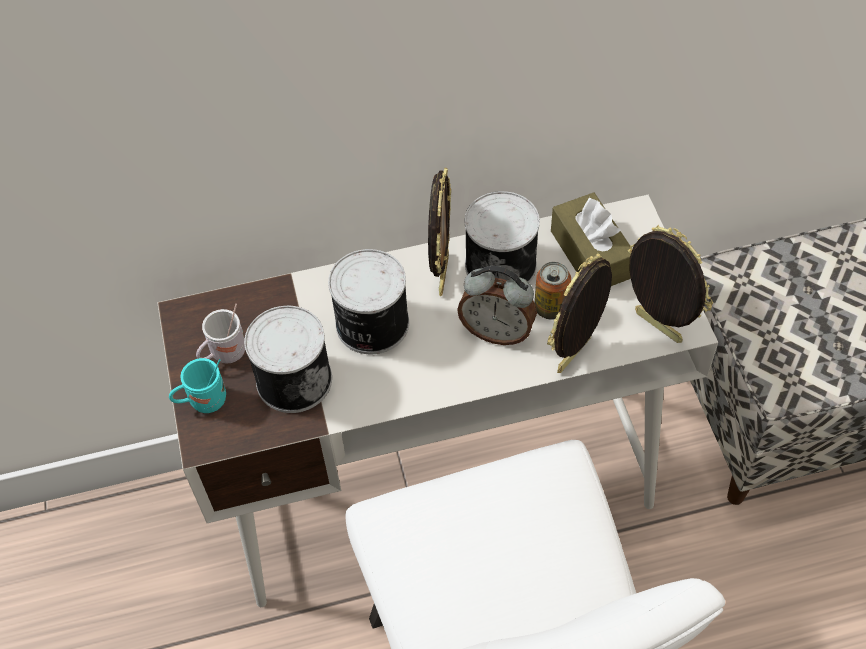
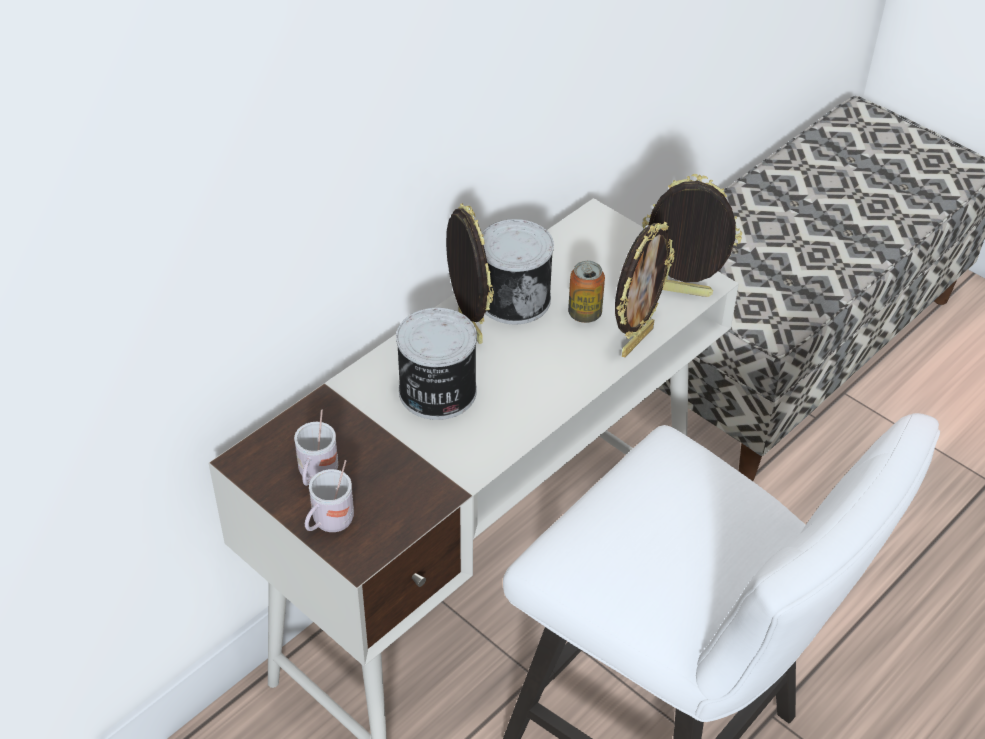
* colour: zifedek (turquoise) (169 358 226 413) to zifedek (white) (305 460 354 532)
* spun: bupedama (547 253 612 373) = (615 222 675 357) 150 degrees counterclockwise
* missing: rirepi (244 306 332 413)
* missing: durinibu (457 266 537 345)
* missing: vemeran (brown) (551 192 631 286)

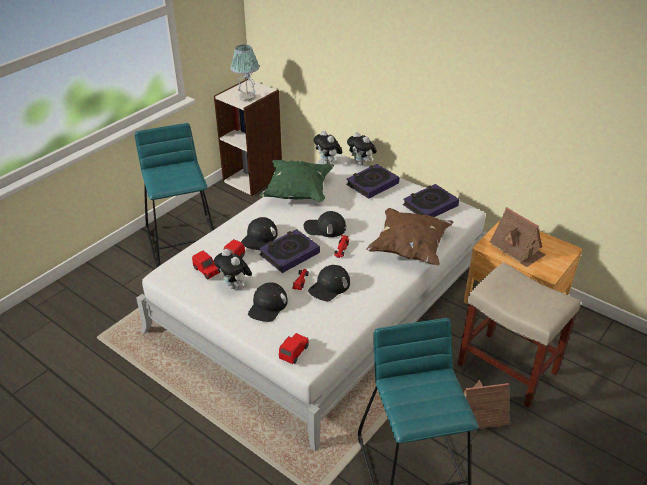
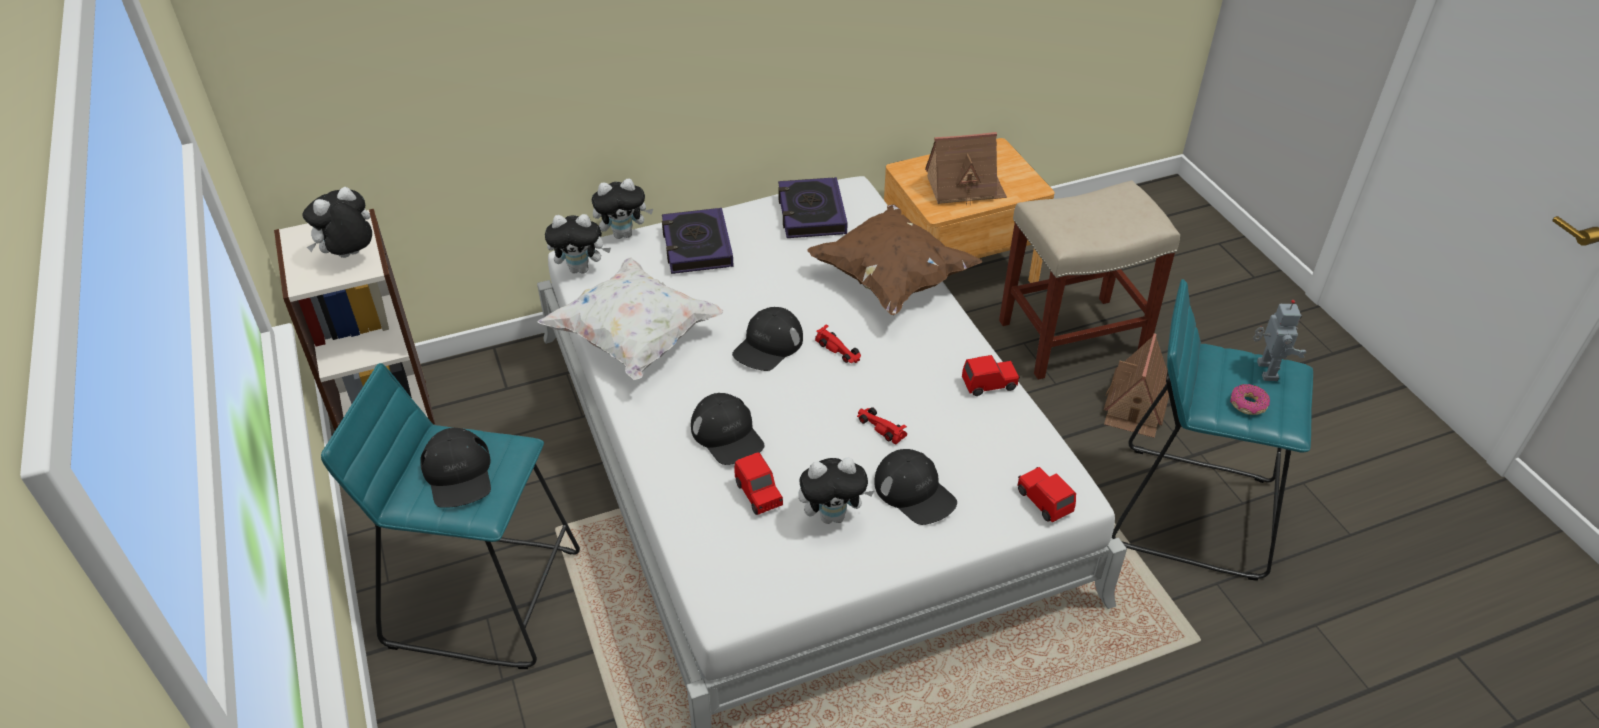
* exchanged: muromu (230 45 259 101) to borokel (303 187 372 258)
* relocated: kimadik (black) (308 265 350 301) to (420 428 491 508)
* colour: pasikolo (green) (259 160 334 202) to pasikolo (white) (537 257 723 380)
* relocated: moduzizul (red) (192 250 220 280) to (962 355 1020 396)
* appeared: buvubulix (1230 384 1270 415)
* appeared: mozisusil (1253 300 1306 381)
* missing: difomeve (259 229 320 273)

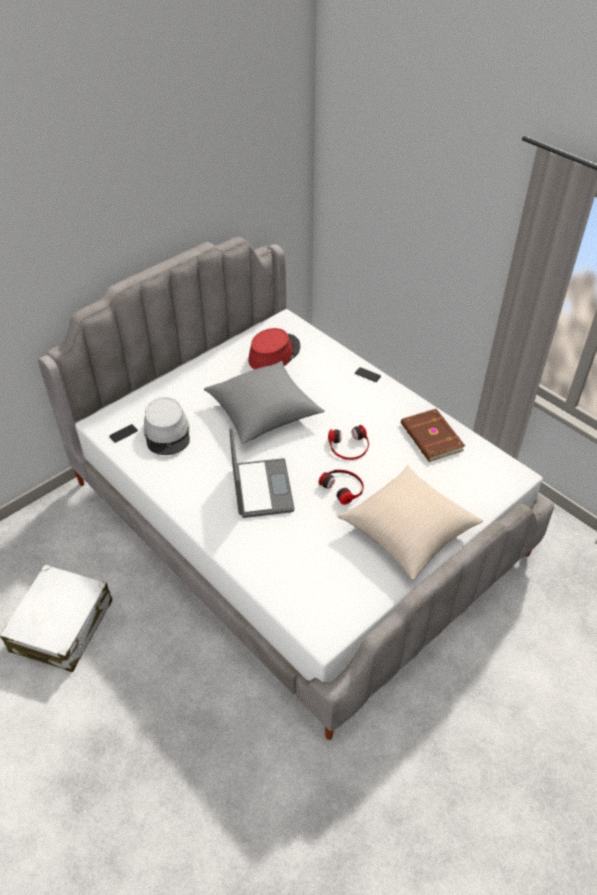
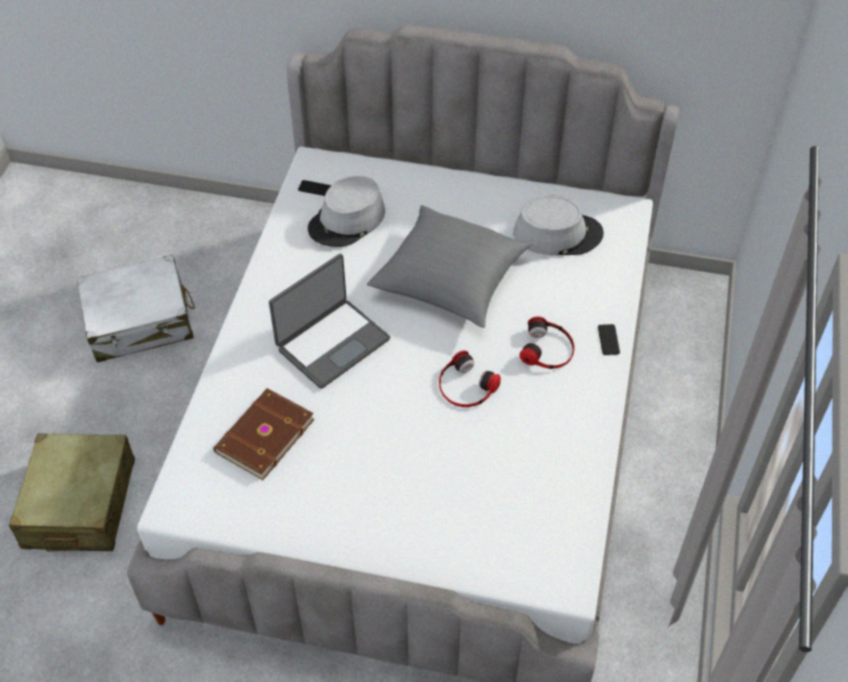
* appeared: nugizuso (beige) (9 433 135 552)
* relocated: difomeve (brown) (401 409 465 462) to (213 388 315 480)
* colour: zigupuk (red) (248 328 300 370) to zigupuk (grey) (513 195 604 255)
* relocated: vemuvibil (319 470 364 505) to (519 316 574 369)
* missing: pasikolo (beige) (337 465 483 580)

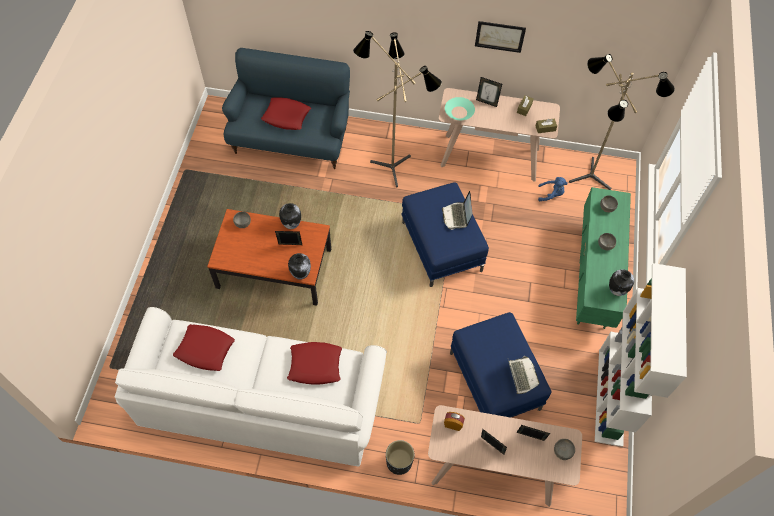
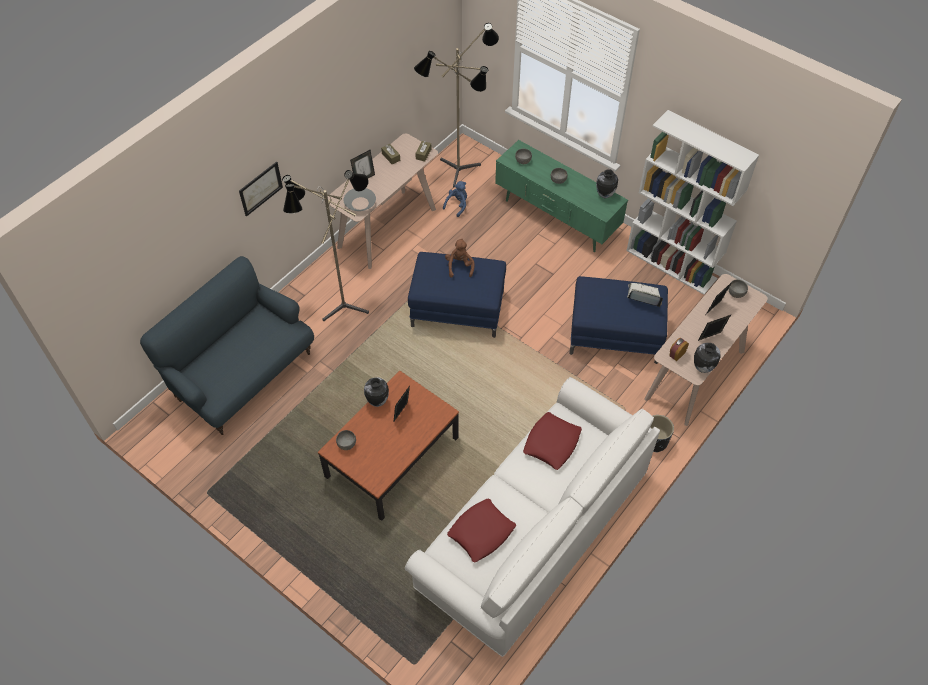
* relocated: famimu (475 21 526 53) to (239 162 283 217)
* colour: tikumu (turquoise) (445 97 475 120) to tikumu (grey) (343 188 376 211)
* exchanged: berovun (442 191 472 230) to borokel (brown) (445 239 475 278)
* relocated: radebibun (288 253 311 279) to (694 343 721 373)
* missing: pasikolo (red) (261 97 311 130)

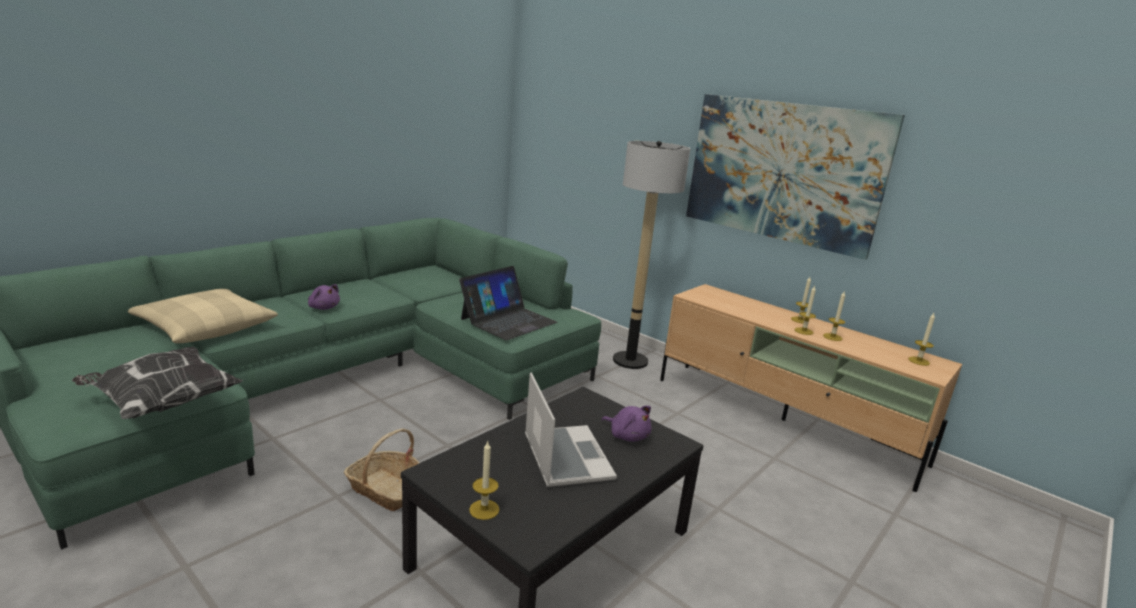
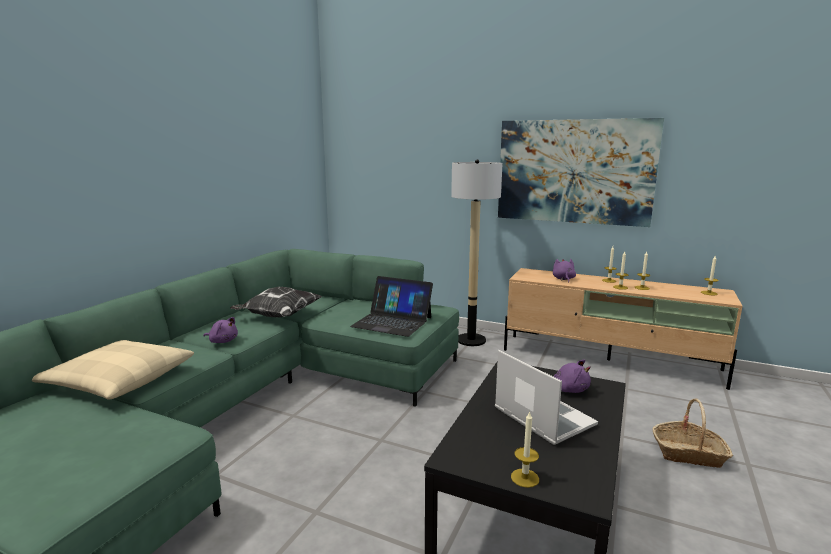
* relocated: pasikolo (72 347 243 419) to (230 287 322 317)
* spun: berovun (459 266 557 340) = (350 276 433 337) 90 degrees clockwise
* appeared: borokel (purple) (553 259 576 283)
* relocated: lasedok (344 428 419 511) to (652 398 733 468)

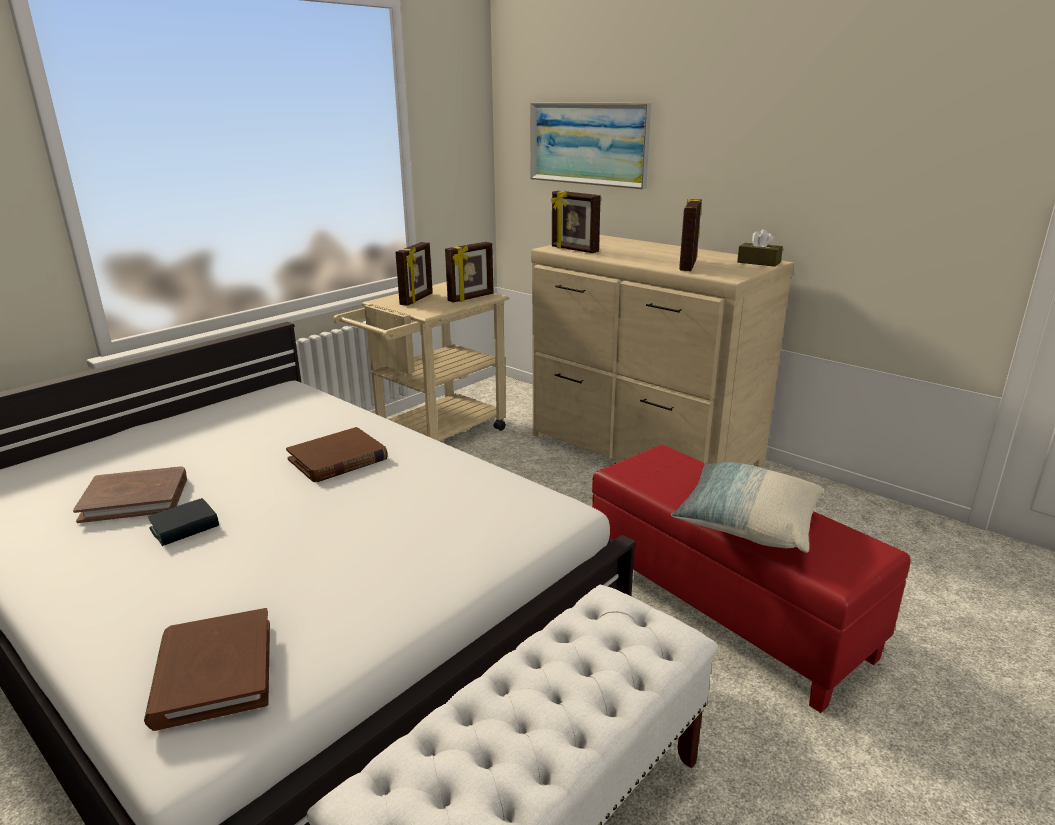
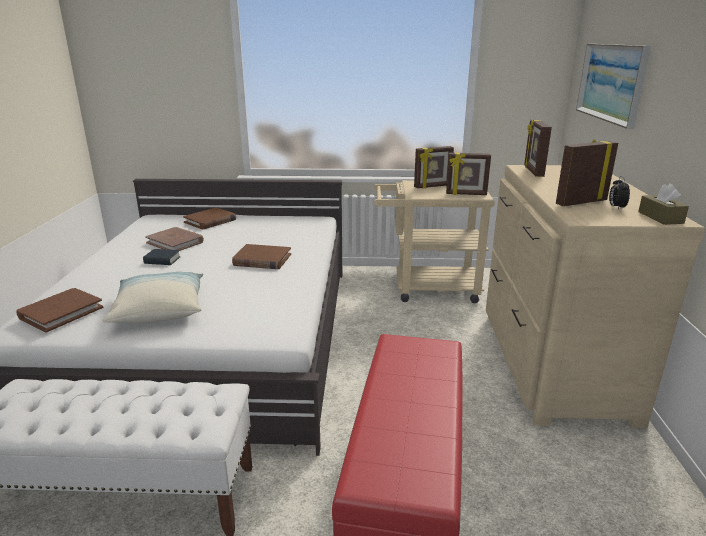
* relocated: pasikolo (671 462 823 553) to (102 272 203 323)
* appeared: difomeve (brown) (183 207 236 229)
* appeared: durinibu (609 176 630 210)

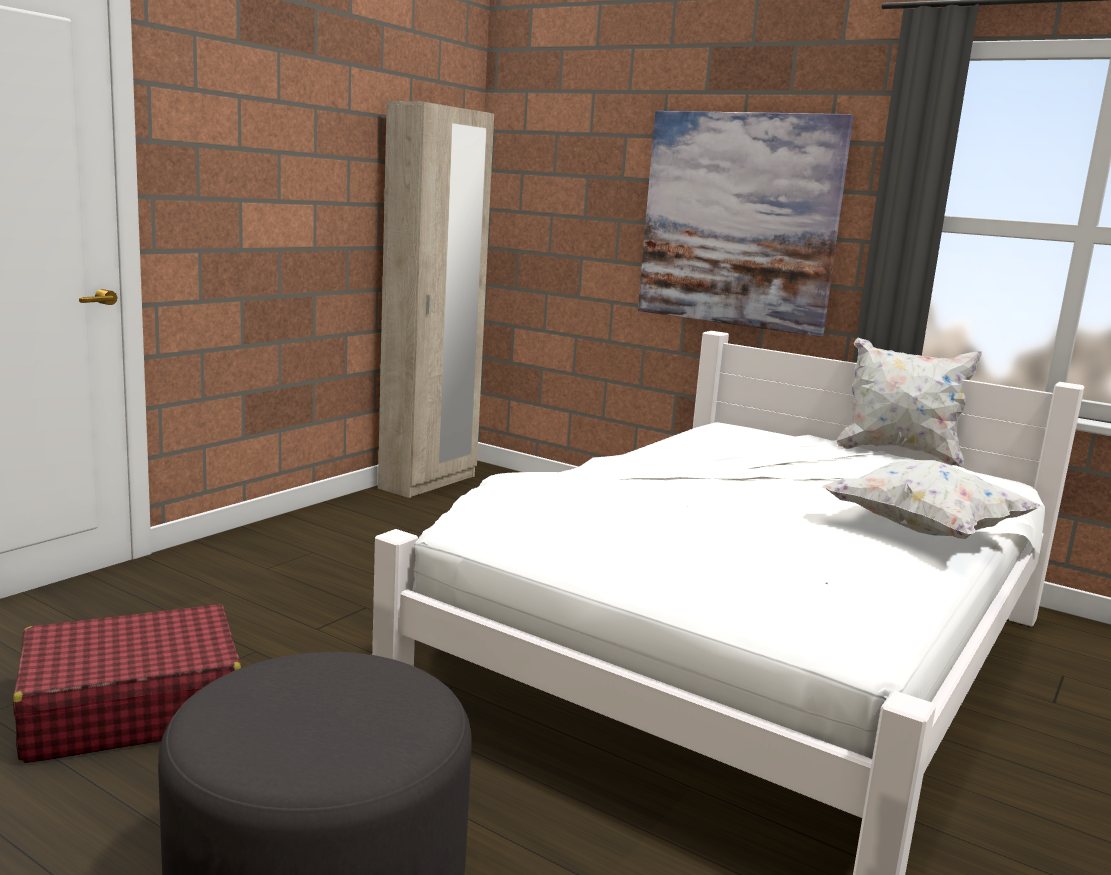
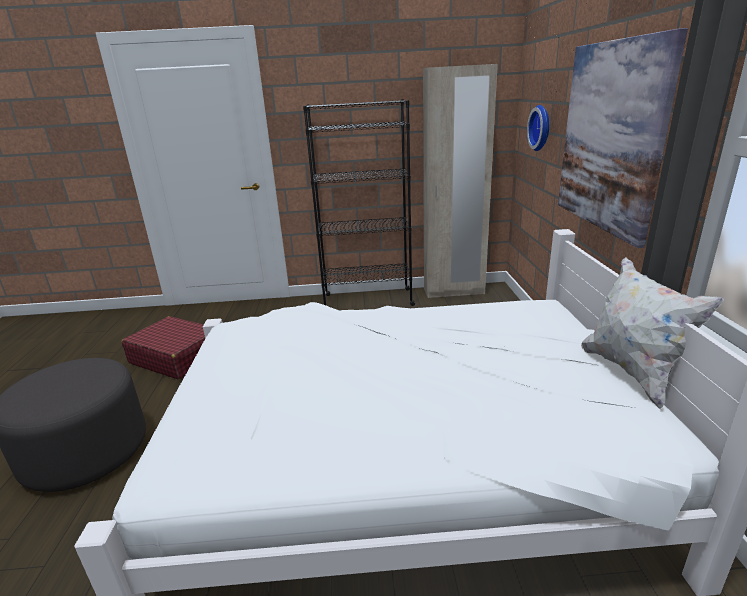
* appeared: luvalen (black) (303 99 415 306)
* appeared: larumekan (527 105 549 151)
* missing: pasikolo (white) (822 460 1041 539)

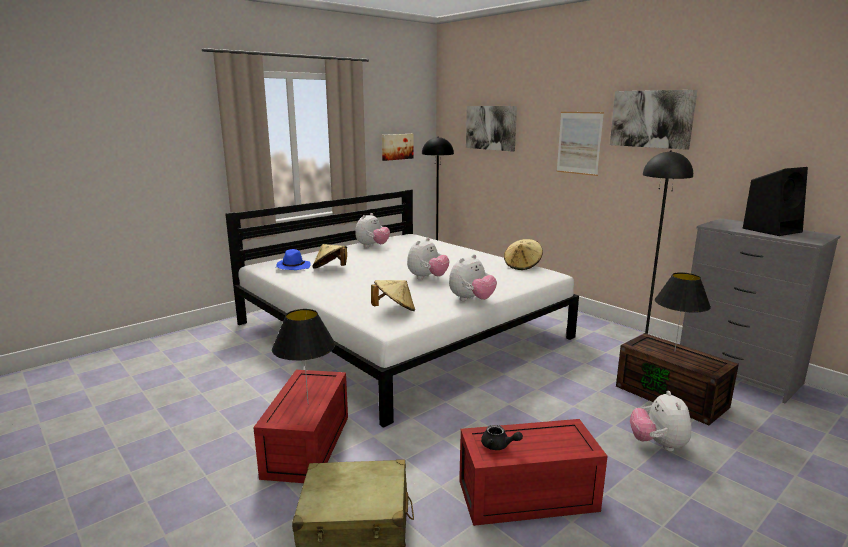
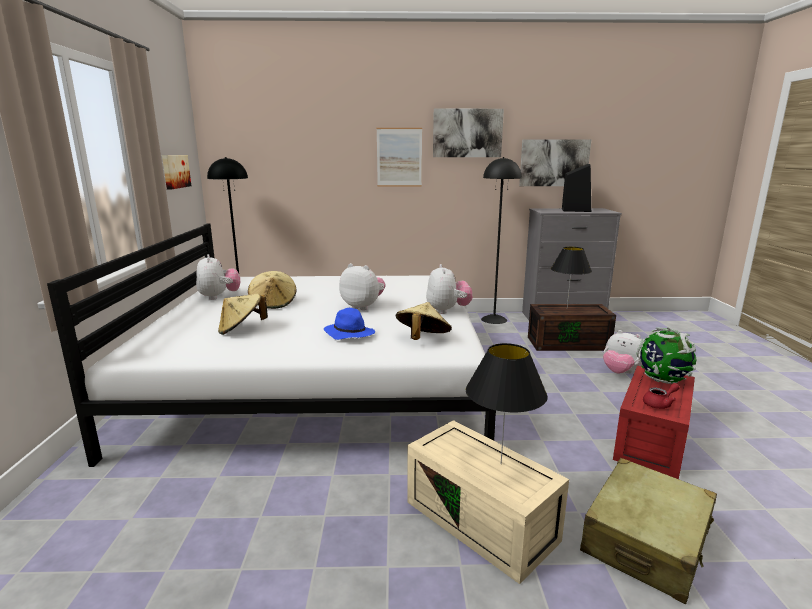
* relocated: zigupuk (beige) (504 239 543 270) to (248 271 296 309)
* relocated: zigupuk (blue) (276 249 311 270) to (324 308 375 340)
* spun: borokel (407 237 449 279) = (339 263 385 311) 45 degrees counterclockwise
* colour: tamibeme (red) (253 370 348 483) to tamibeme (beige) (408 420 569 584)
* relocated: famimu (466 106 517 152) to (519 139 591 186)
* appeared: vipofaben (637 327 697 384)
* colour: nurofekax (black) (481 425 523 450) to nurofekax (red) (643 383 680 409)

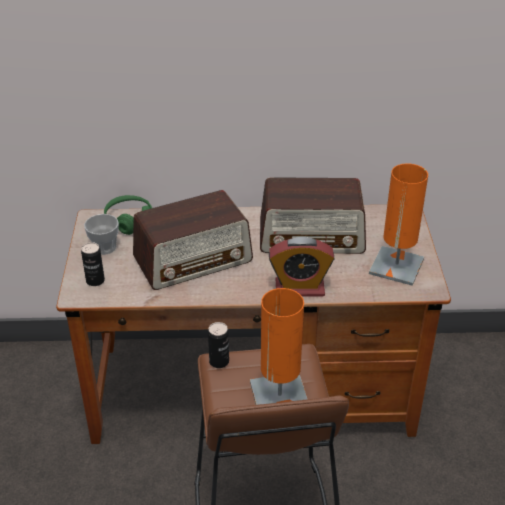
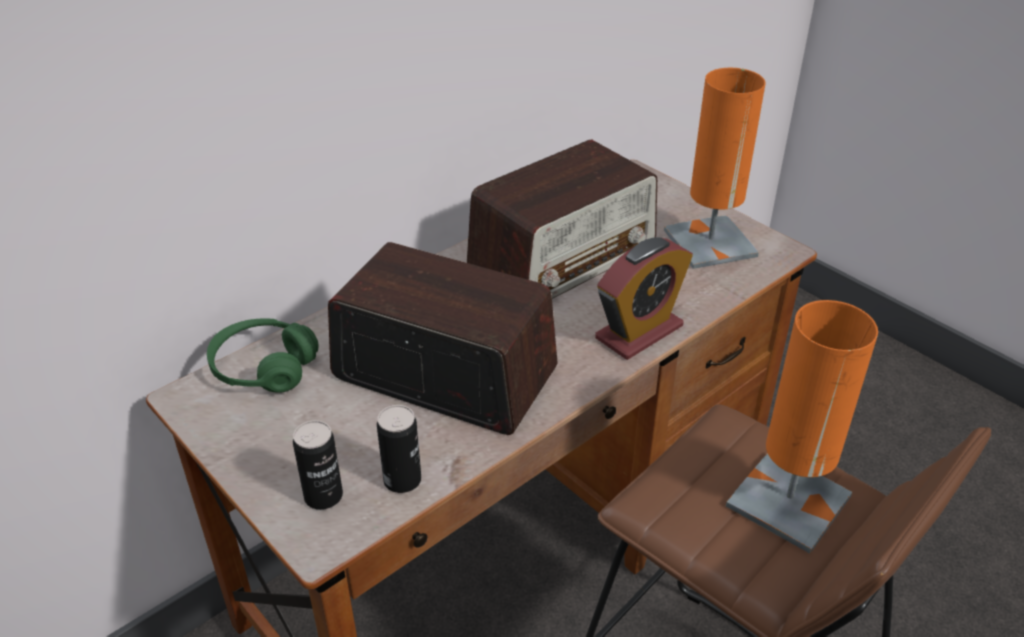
* spun: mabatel (133 190 253 290) = (328 242 558 435) 90 degrees counterclockwise
* relocated: rirepi (208 322 229 368) to (377 405 421 493)
* missing: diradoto (84 214 119 255)

